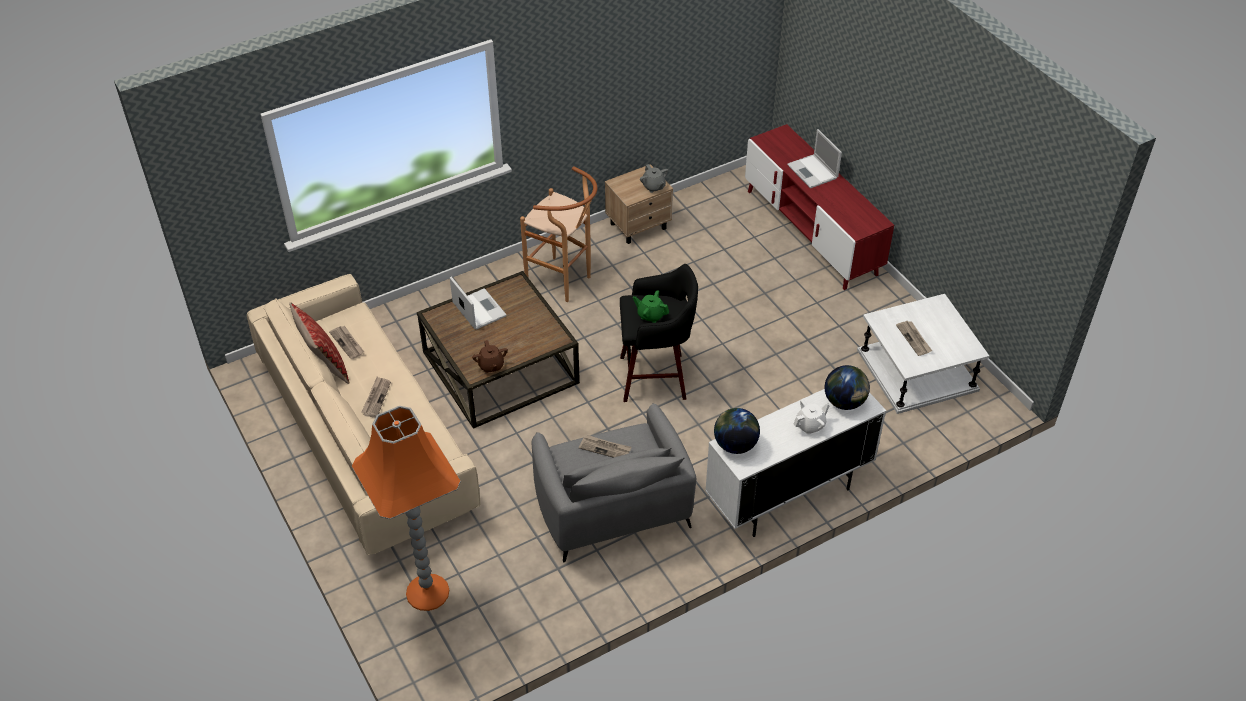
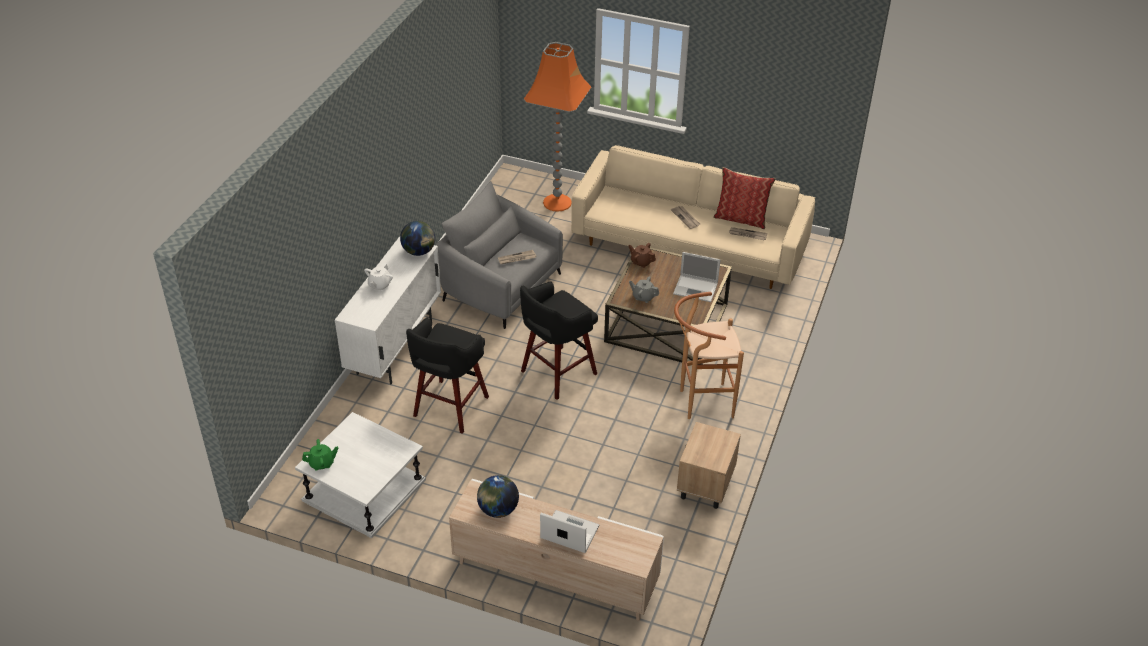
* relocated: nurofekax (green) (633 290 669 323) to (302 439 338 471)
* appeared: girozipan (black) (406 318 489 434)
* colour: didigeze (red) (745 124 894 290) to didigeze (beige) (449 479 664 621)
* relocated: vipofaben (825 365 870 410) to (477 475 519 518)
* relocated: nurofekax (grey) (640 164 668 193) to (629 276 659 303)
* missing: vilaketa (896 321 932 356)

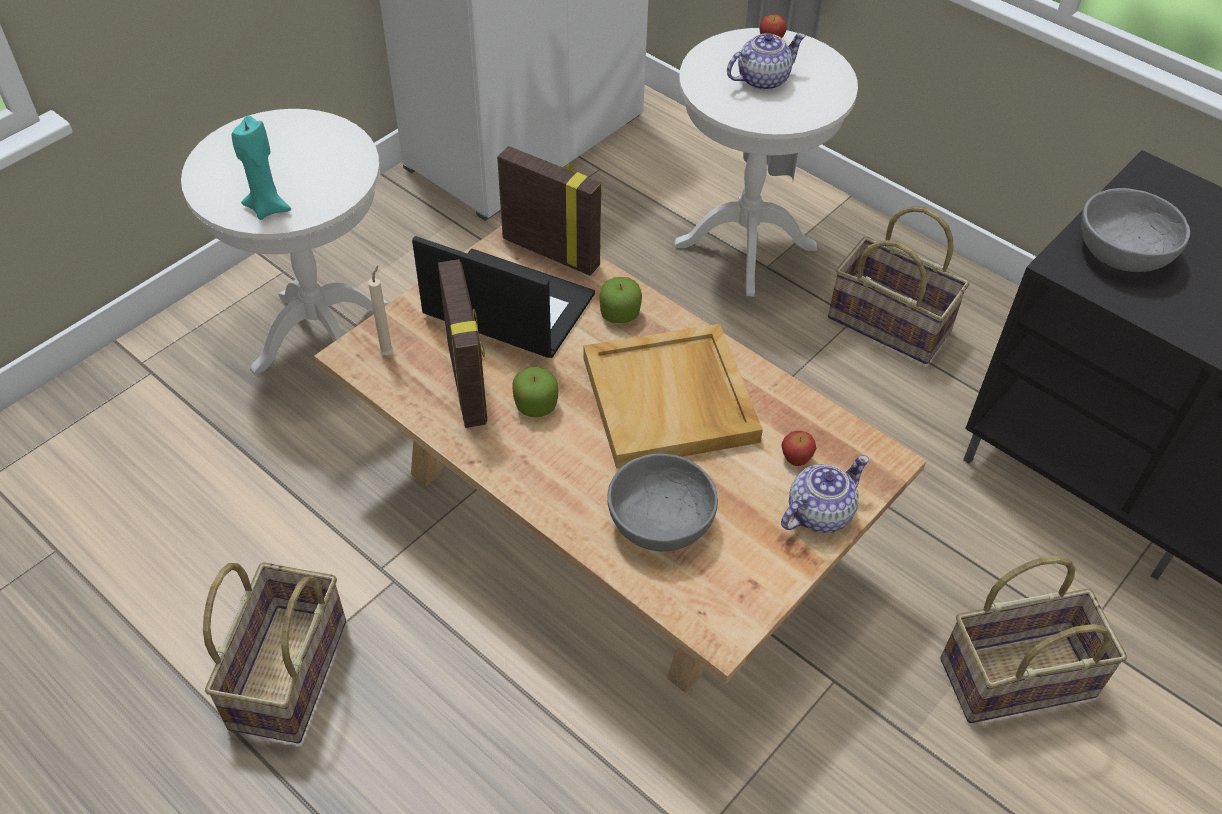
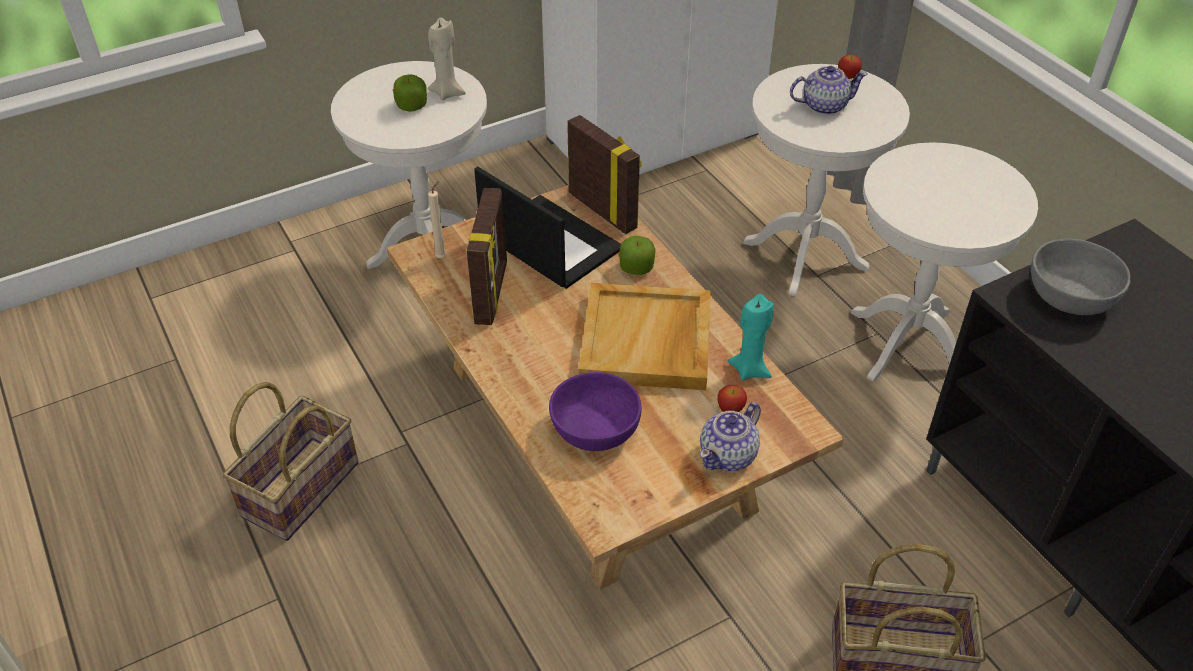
* relocated: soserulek (512 367 558 417) to (393 74 427 112)
* appeared: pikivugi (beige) (428 18 466 100)
* colour: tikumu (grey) (607 454 718 551) to tikumu (purple) (549 372 642 451)
* spun: nurofekax (781 455 869 533) = (700 402 761 471) 150 degrees clockwise
* relocated: pikivugi (turquoise) (232 116 291 220) to (728 294 774 381)
* exchanged: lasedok (828 206 970 364) to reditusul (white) (850 142 1038 382)

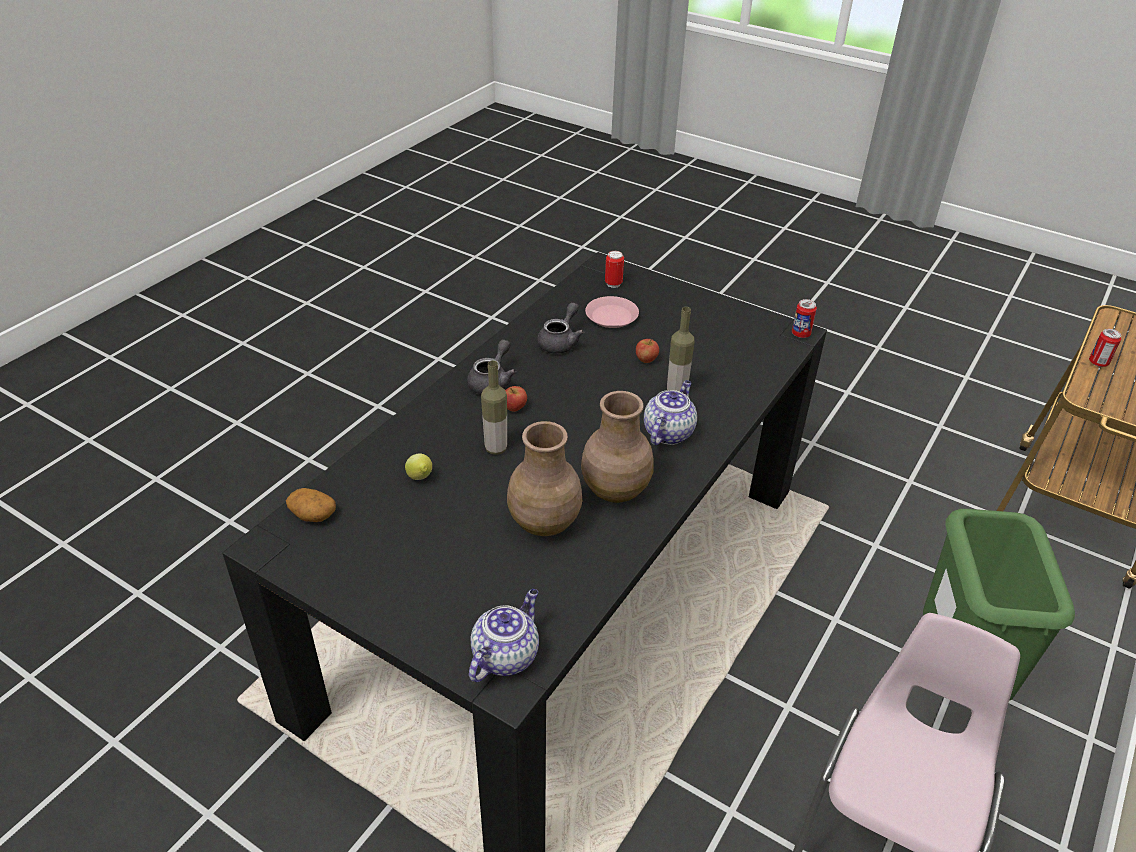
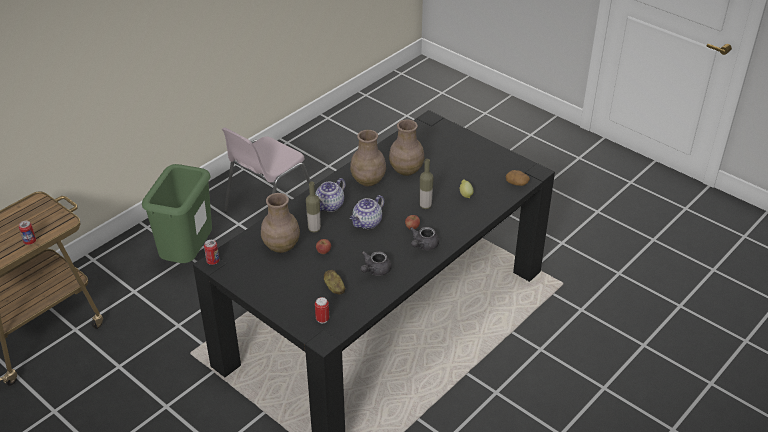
* appeared: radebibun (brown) (261 193 300 253)
* exchanged: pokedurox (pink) (585 296 639 328) to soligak (324 270 345 295)
* relocated: nurofekax (469 589 539 682) to (350 195 384 229)

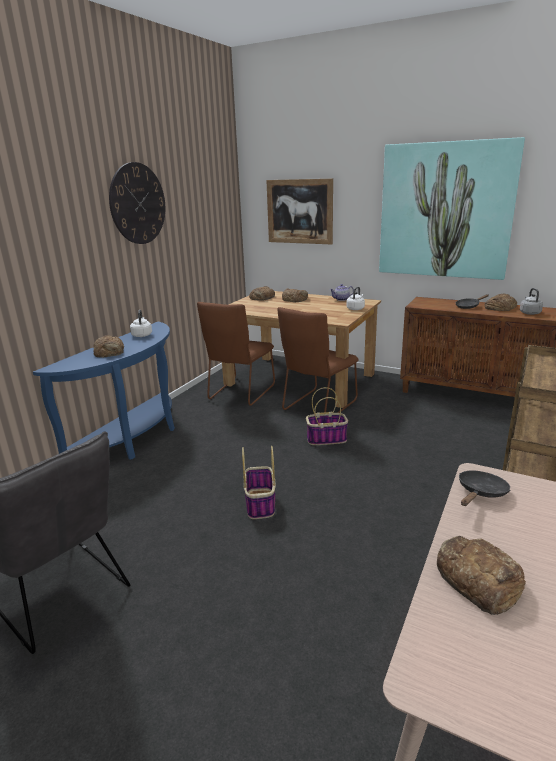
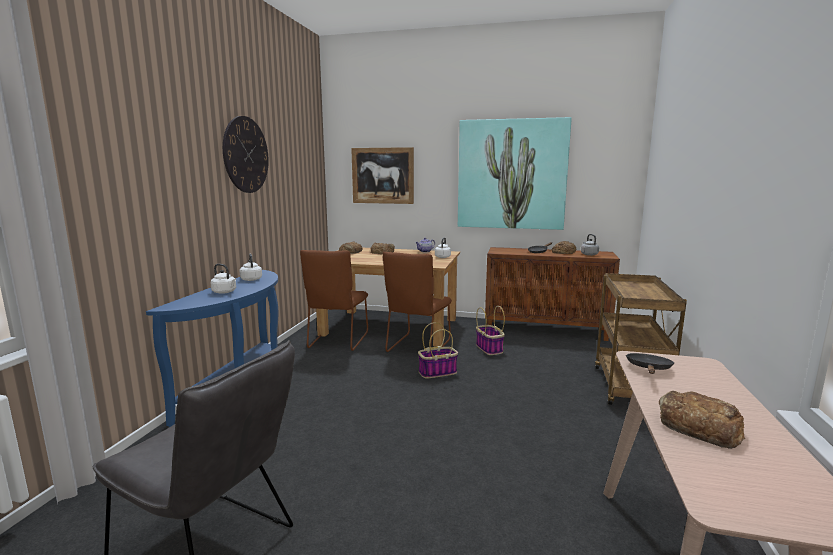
* exchanged: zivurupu (94 335 124 358) to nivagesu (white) (211 264 236 294)
* relocated: lasedok (242 446 276 519) to (476 306 505 355)

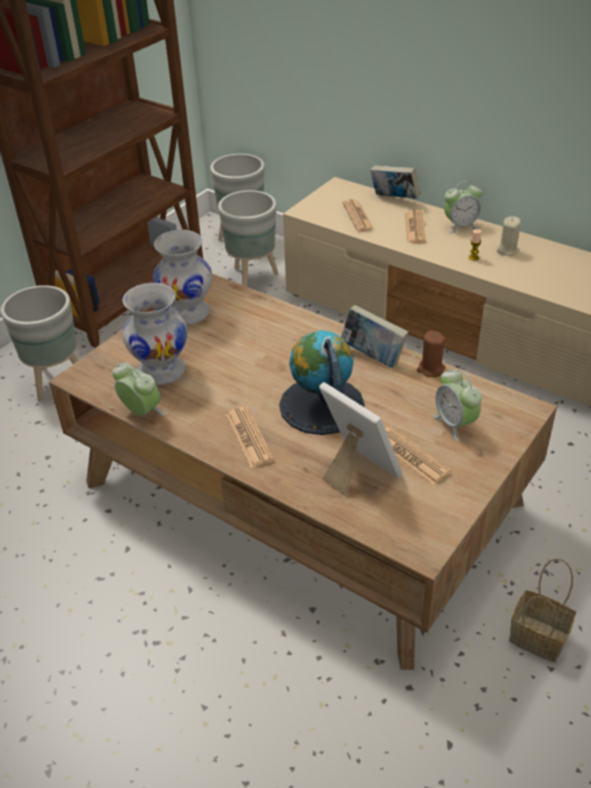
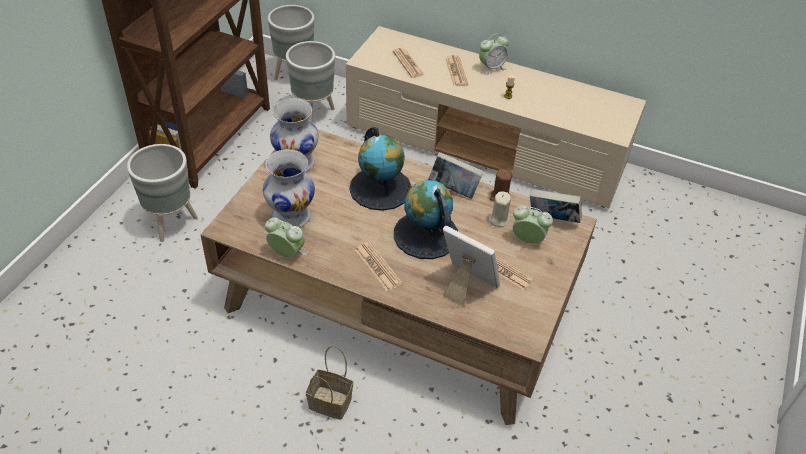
* relocated: lasedok (509 558 576 662) to (306 346 353 420)
* appeared: vipofaben (349 127 412 211)
* relocated: pikivugi (beige) (497 216 521 256) to (489 192 511 227)
* spun: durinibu (433 369 482 441) = (513 205 553 244) 150 degrees clockwise
* relocated: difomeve (370 165 421 199) to (530 189 582 223)

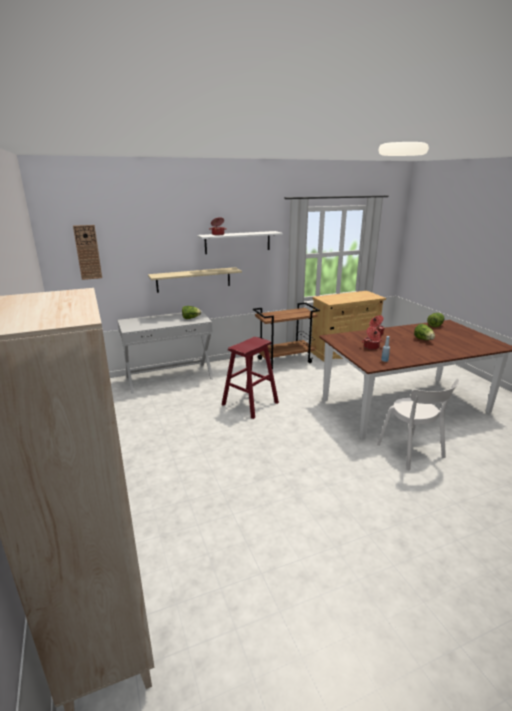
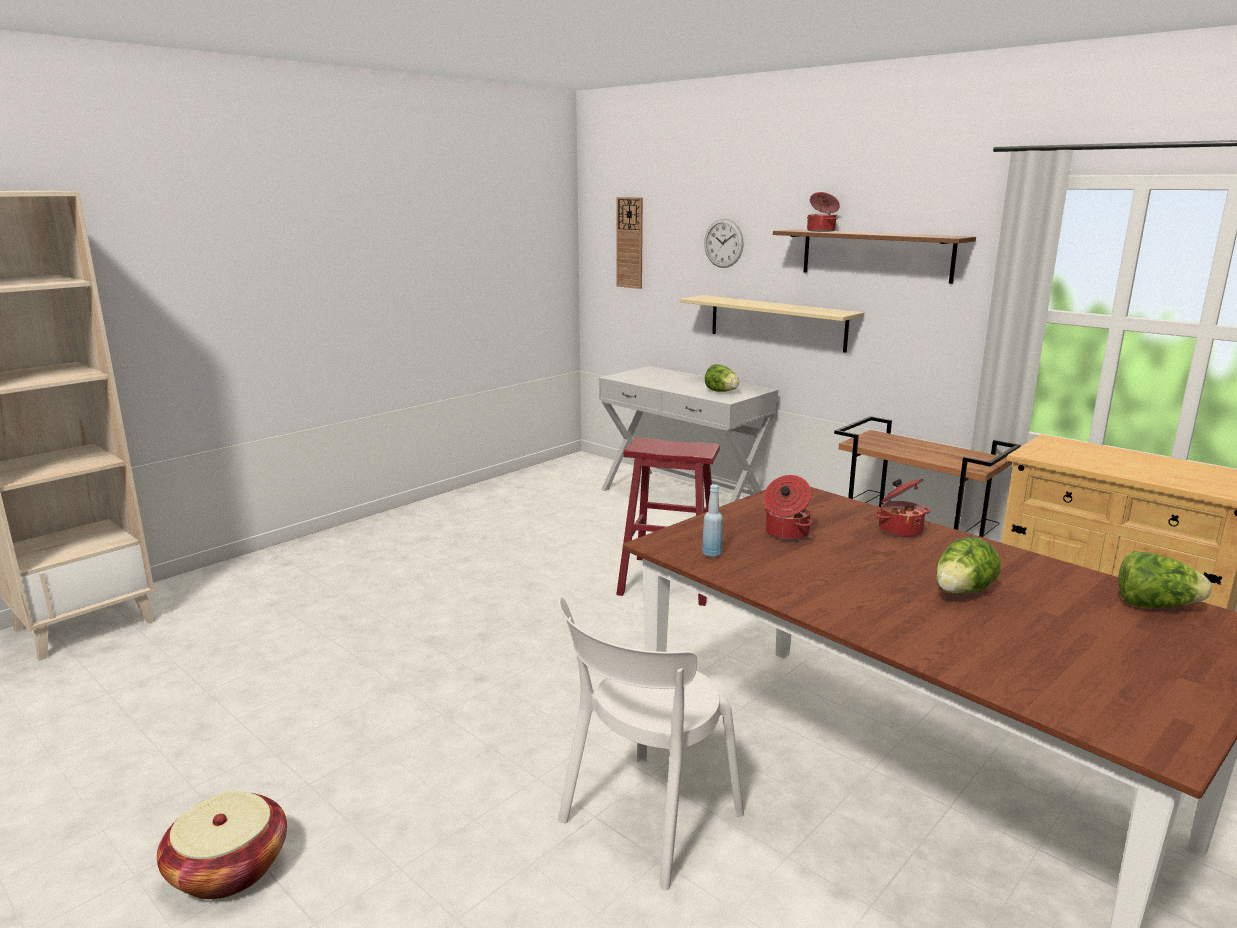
* appeared: lasedok (157 791 287 899)
* appeared: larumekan (704 219 744 268)
* colour: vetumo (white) (197 231 283 254) to vetumo (brown) (773 229 976 284)

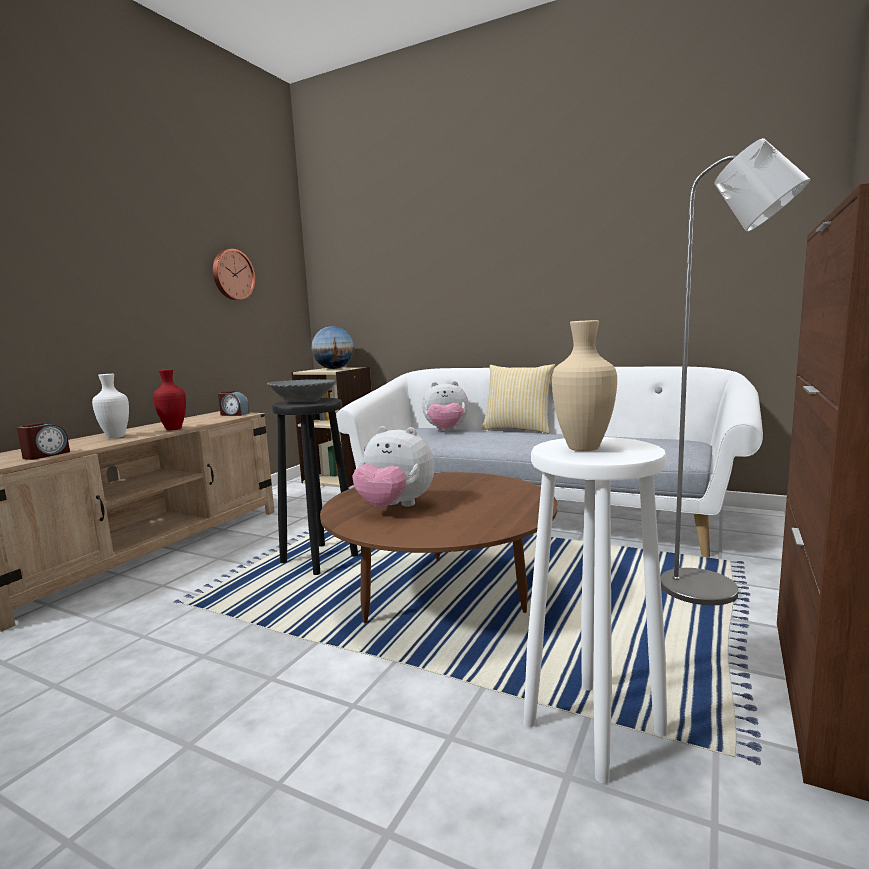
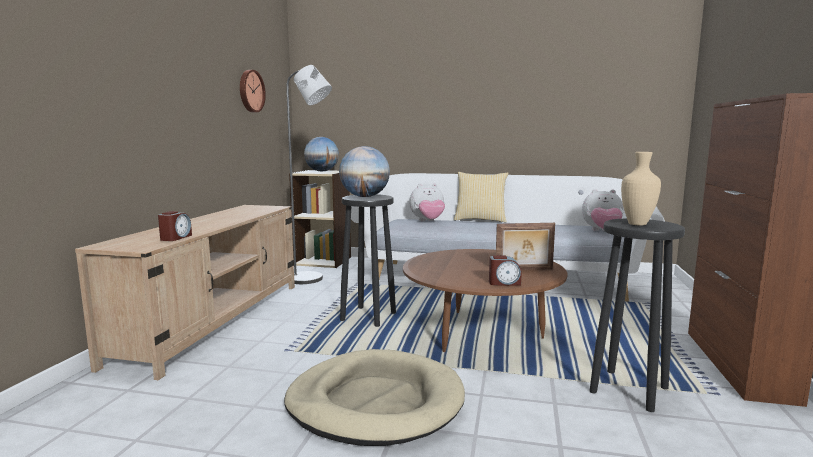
* appeared: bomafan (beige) (284 349 465 446)
* relocated: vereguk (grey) (660 138 810 605) to (286 65 332 284)
* exchanged: tikumu (grey) (267 379 336 402) to vipofaben (339 146 390 197)
* relocated: durinibu (218 391 249 416) to (489 256 522 286)
* appeared: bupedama (496 223 555 270)
* relocated: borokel (352 426 434 507) to (582 189 623 231)
* colour: girozipan (white) (524 437 667 784) to girozipan (black) (590 218 685 412)
* missing: radebibun (white) (92 374 129 438)
* missing: radebibun (red) (153 369 186 430)

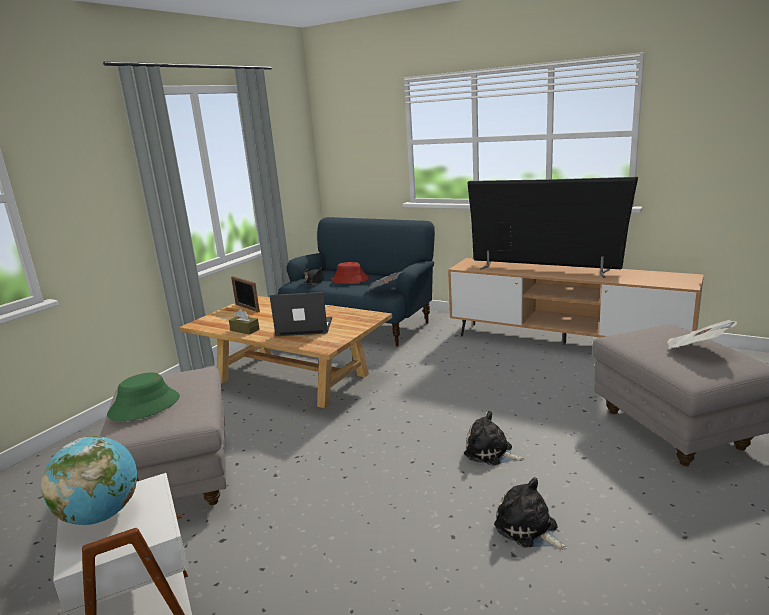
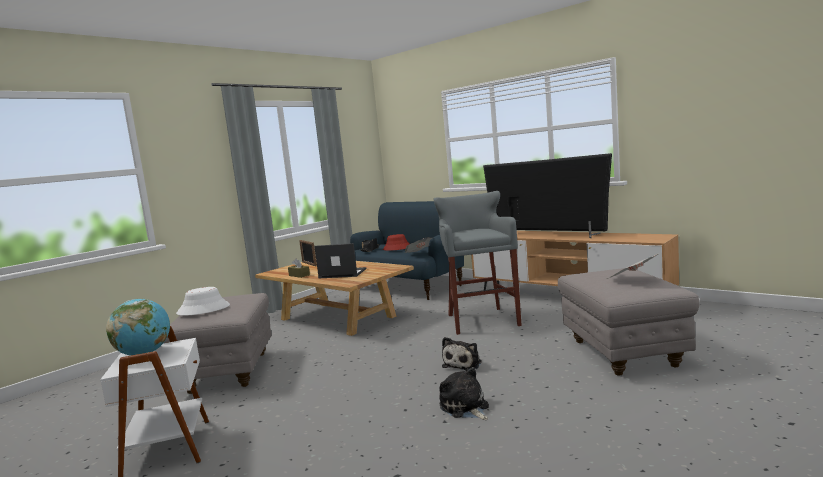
* colour: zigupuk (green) (107 372 180 421) to zigupuk (white) (176 287 230 316)
* appeared: girozipan (grey) (434 191 522 335)
* spun: borokel (464 411 525 466) = (442 337 482 371) 105 degrees counterclockwise

